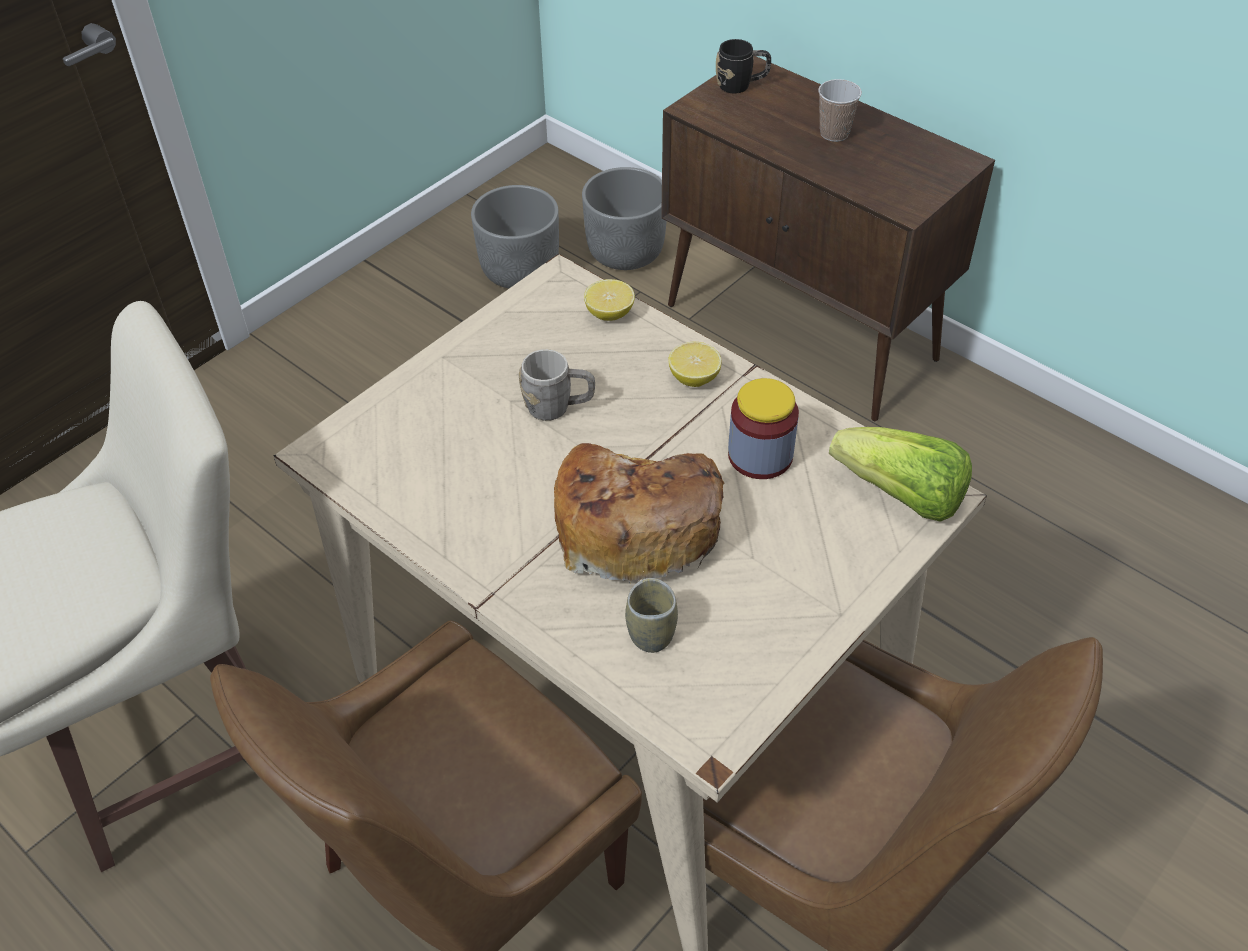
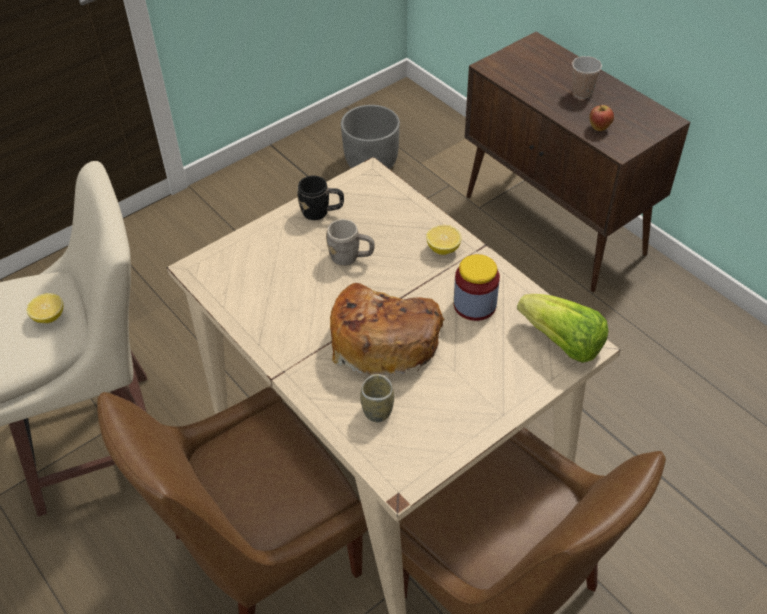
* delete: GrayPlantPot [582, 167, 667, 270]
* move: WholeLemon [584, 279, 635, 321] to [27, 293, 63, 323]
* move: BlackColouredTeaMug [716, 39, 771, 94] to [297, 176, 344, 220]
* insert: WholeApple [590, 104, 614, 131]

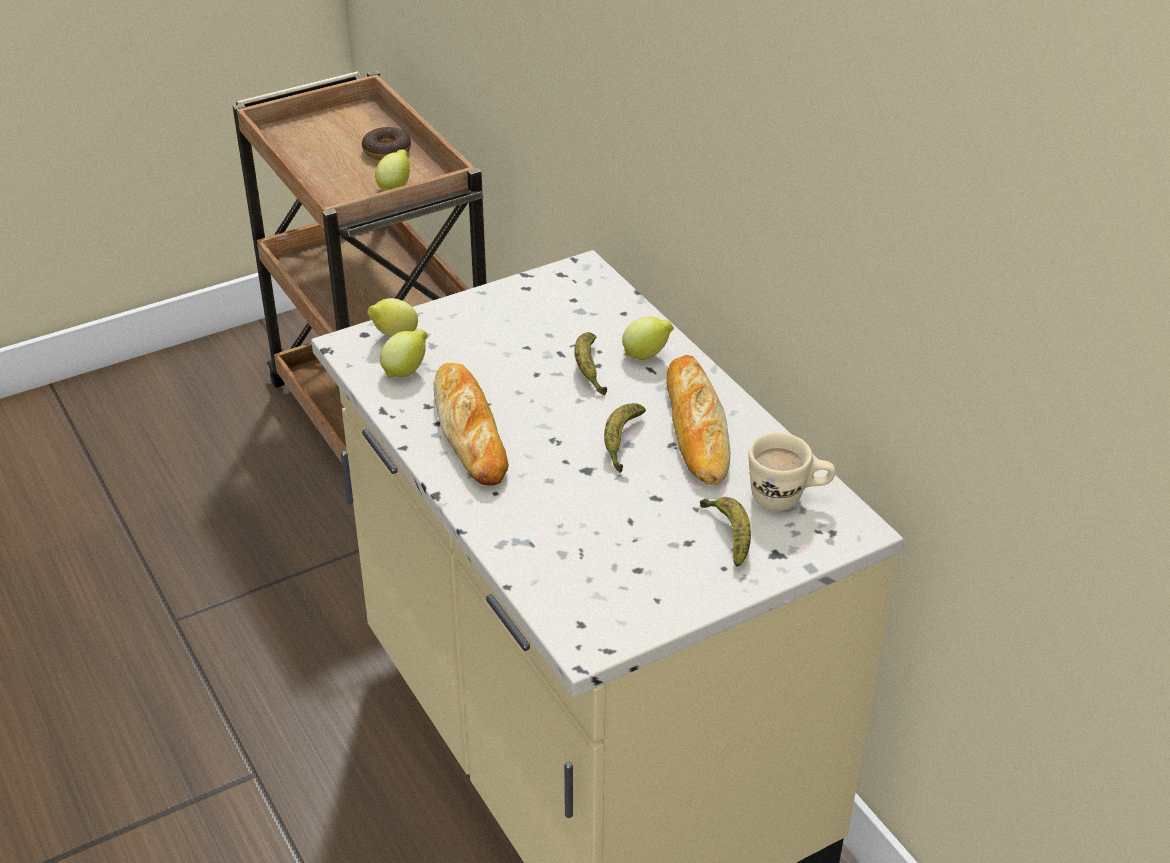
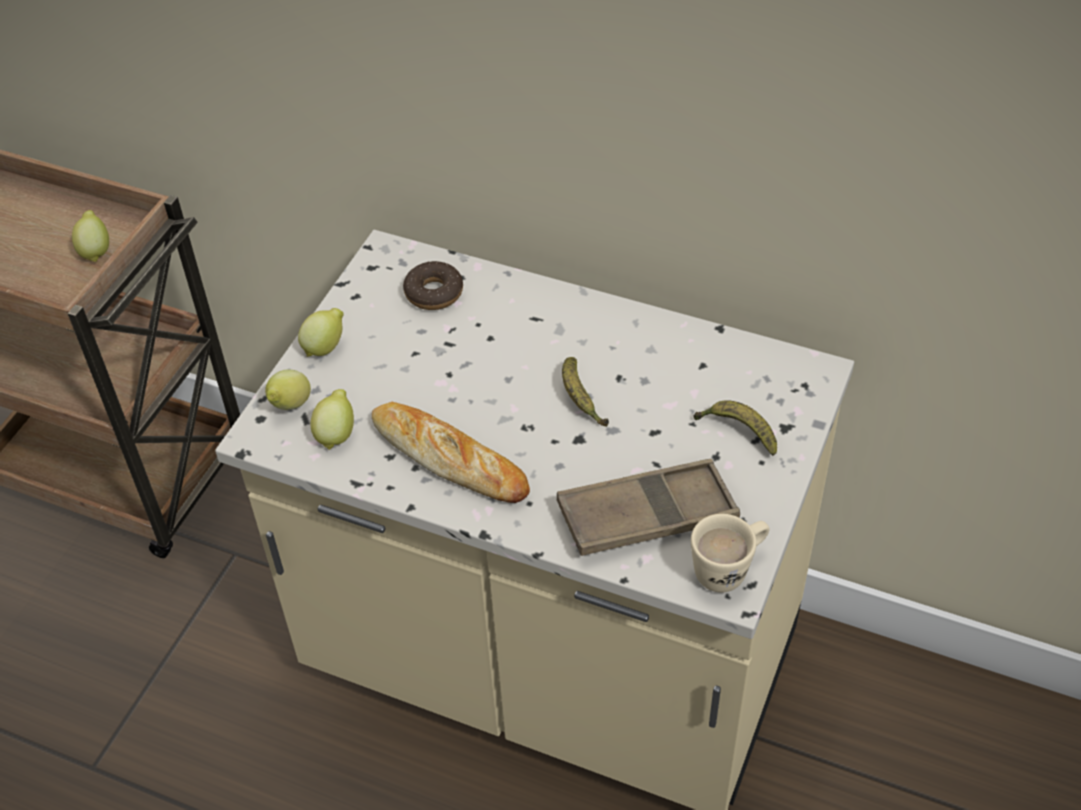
* move: RingDoughnut [362, 127, 411, 160] to [403, 261, 463, 310]
* delete: WholeBanana [574, 332, 607, 396]
* move: WholeLemon [622, 316, 674, 360] to [298, 308, 344, 357]
* delete: Bread [666, 355, 730, 485]
* move: BeigeTeaMug [748, 433, 835, 511] to [691, 514, 769, 593]
* insert: BrownColouredTray [557, 459, 740, 556]

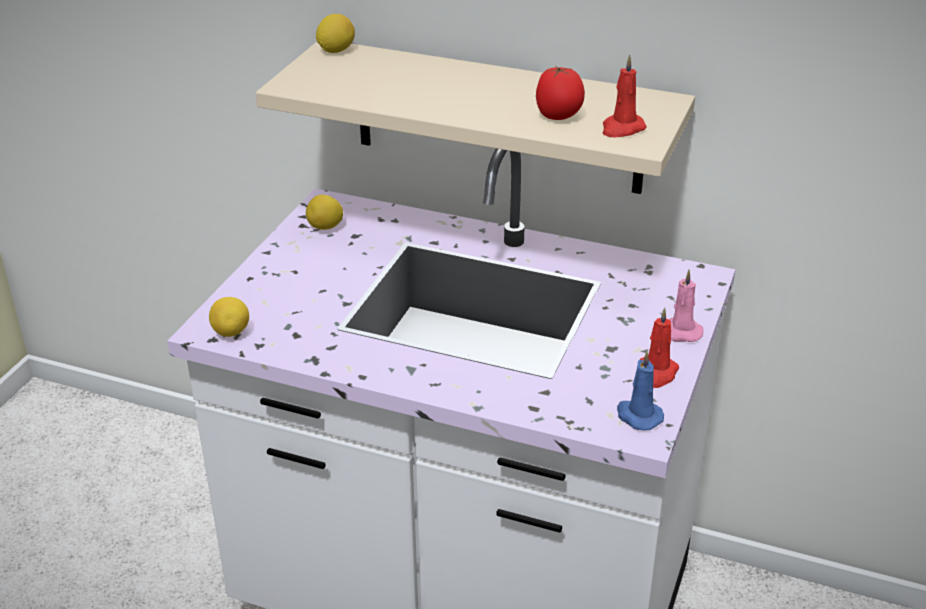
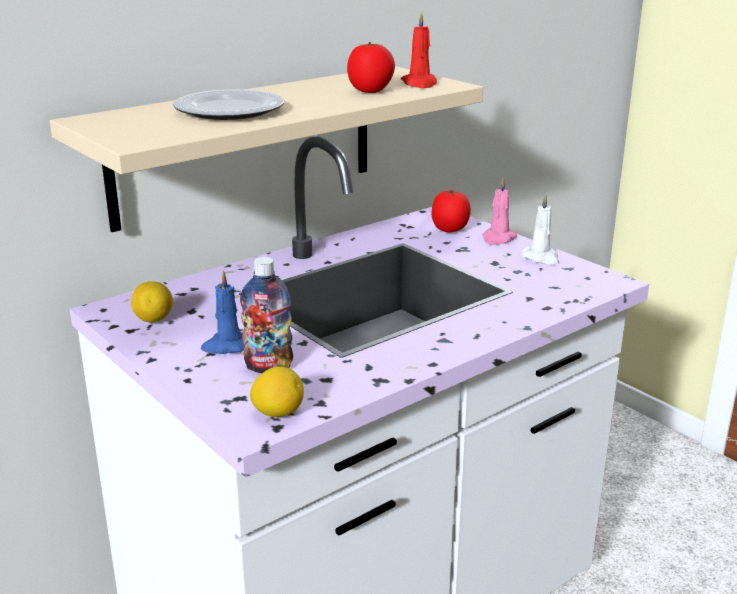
* delete: WholeLemon [316, 14, 355, 53]
* move: BluishCandle [617, 351, 664, 431] to [201, 270, 245, 354]
* recolor: ReddishCandle [640, 307, 679, 388] to WhitishCandle [521, 194, 559, 265]
* insert: DinnerPlate [173, 89, 284, 120]
* insert: Bottle [240, 257, 293, 373]
* insert: WholeTomato [431, 190, 471, 232]

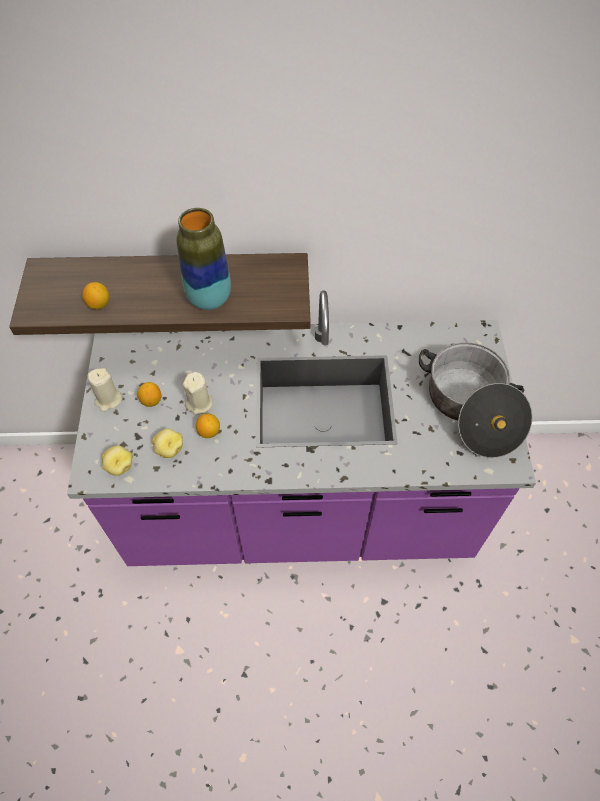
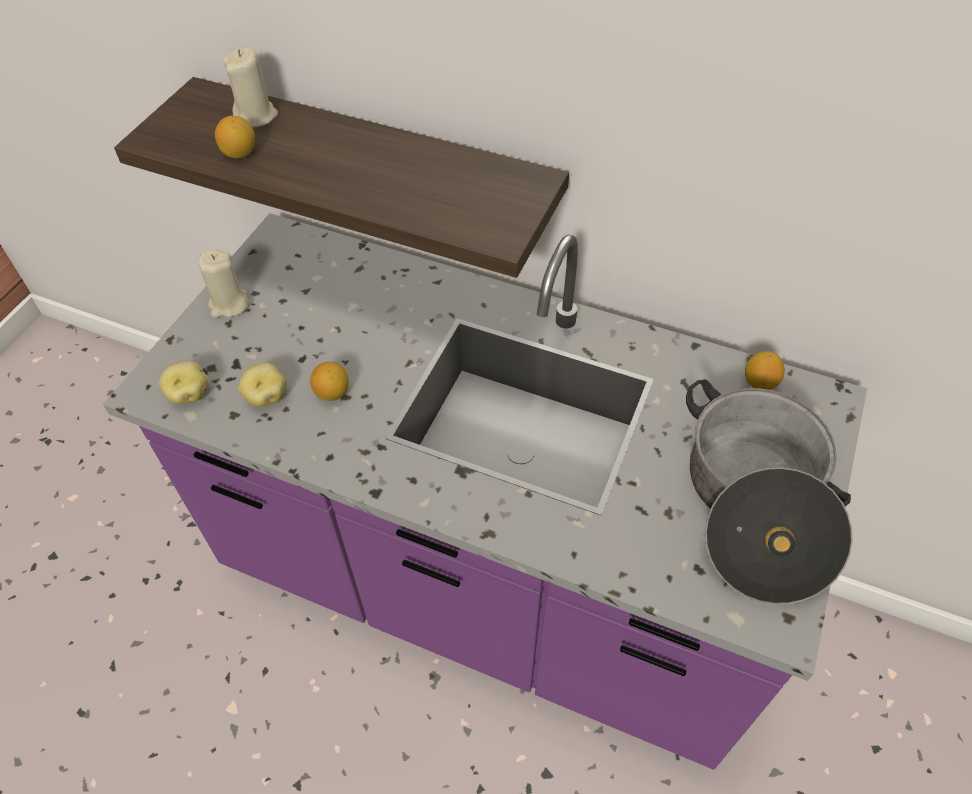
* move: WholeLemon [137, 382, 162, 407] to [745, 351, 785, 390]
* delete: FlowerVase [177, 208, 231, 310]
* move: BeigeCandle [183, 372, 213, 415] to [223, 48, 278, 127]

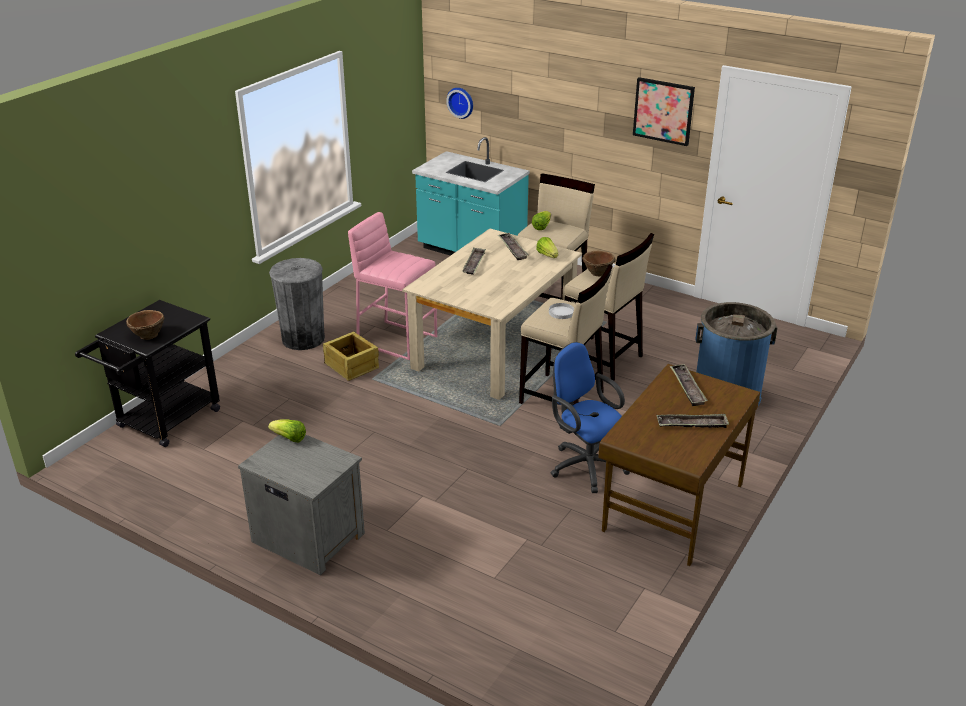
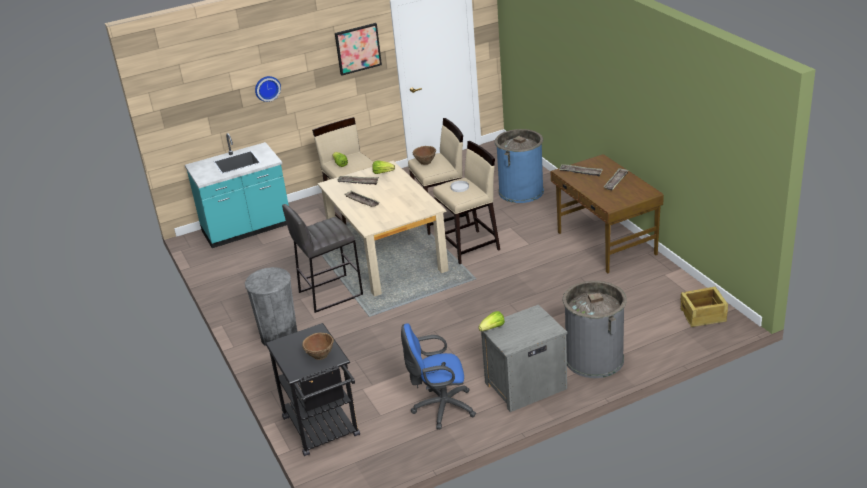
* move: PackingCrate [323, 332, 379, 381] to [681, 287, 728, 327]
* recolor: PinkColouredStool [348, 212, 437, 360] to GrayStool [282, 204, 363, 313]
* move: WallClock [446, 88, 473, 119] to [255, 76, 281, 102]
* move: BluishOfficeChair [551, 342, 630, 493] to [401, 323, 476, 429]
* insert: GrayRubbishBin [563, 281, 627, 378]

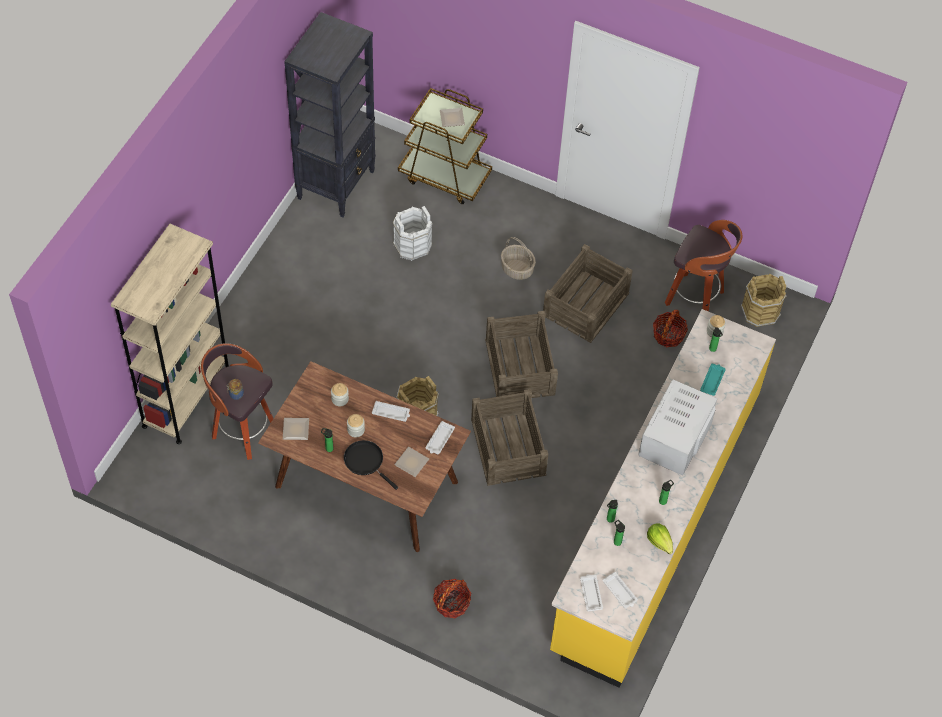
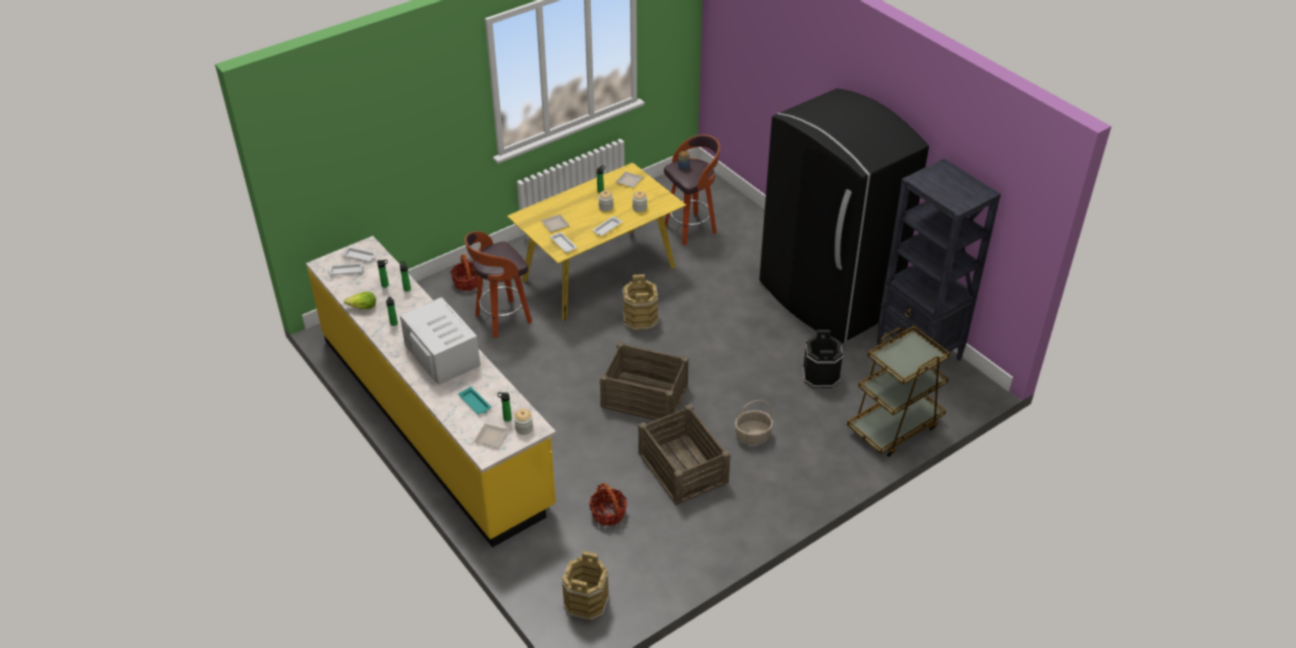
* delete: BeigeBookshelf [111, 224, 229, 444]
* recolor: BrownColouredDinnerTable [258, 361, 471, 552] to YellowishDinnerTable [507, 163, 686, 321]
* delete: BlackColouredPan [344, 440, 398, 490]
* recolor: WhitishBucket [392, 206, 433, 261] to BlackColouredBucket [803, 330, 844, 389]
* move: DinnerPlate [440, 108, 465, 127] to [474, 423, 509, 448]
* delete: PackingCrate [471, 389, 548, 486]
* move: Stool [665, 220, 742, 312] to [464, 231, 532, 338]
* insert: BlackColouredFridge [759, 88, 929, 344]

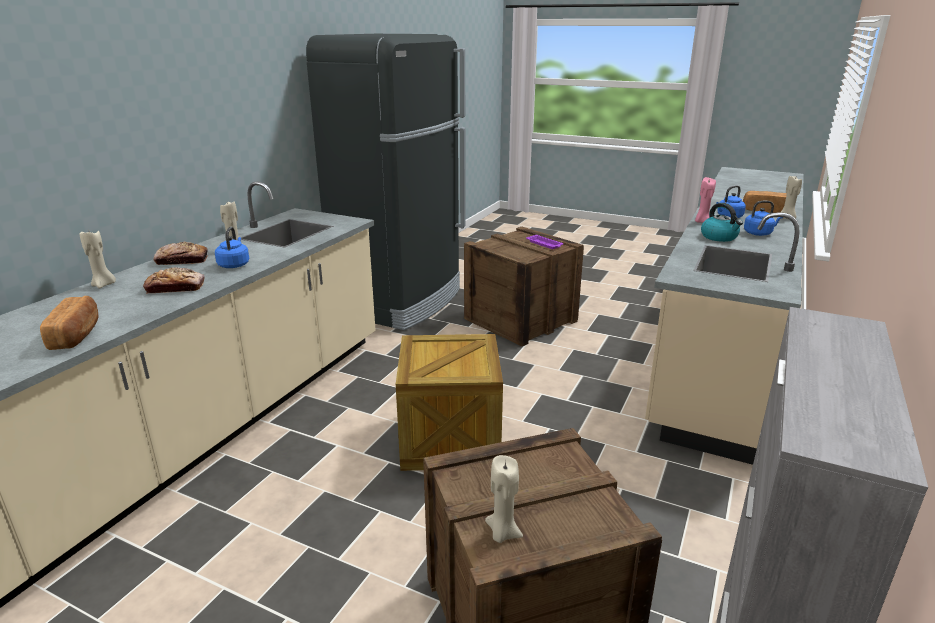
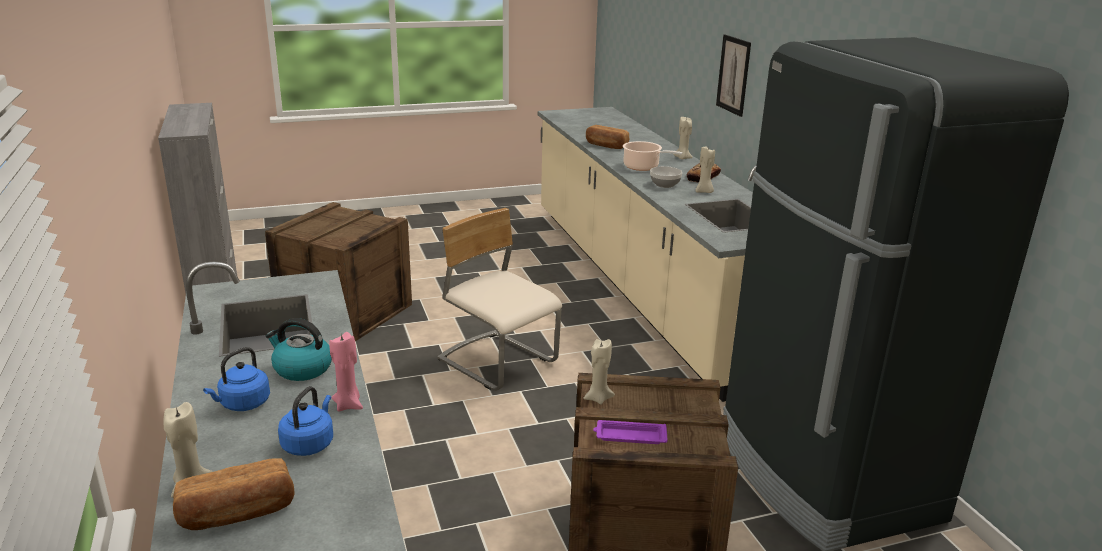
* replace: Bread [143, 267, 205, 293] to CookingPot [623, 141, 683, 171]
* replace: BluishTeaKettle [215, 227, 249, 268] to Bowl [650, 166, 682, 188]
* replace: PackingCrate [396, 334, 503, 471] to BeigeChair [437, 208, 562, 391]
* move: BeigeCandle [485, 455, 523, 543] to [583, 339, 615, 404]
* insert: WallArt [716, 35, 751, 117]

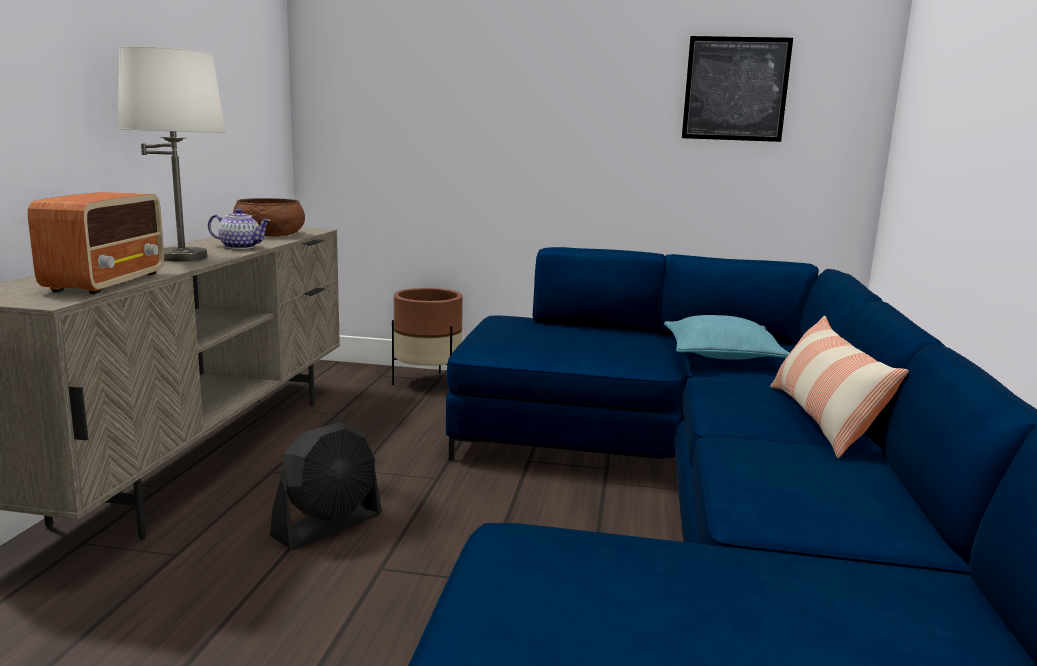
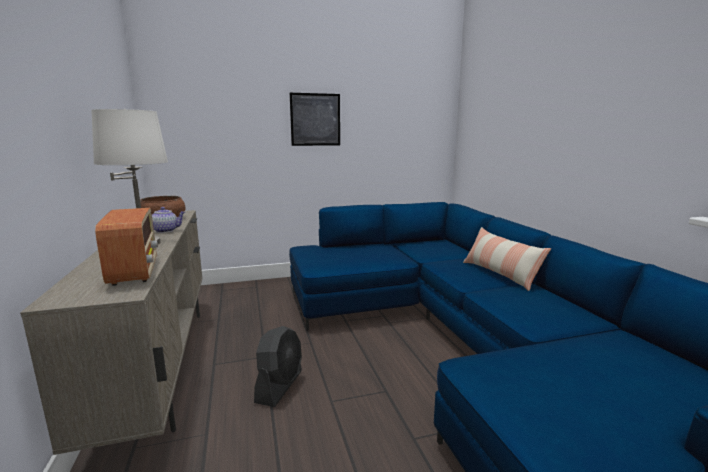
* delete: BrownColouredPlantPot [392, 288, 463, 392]
* delete: TurquoiseCushion [664, 315, 790, 360]
* move: WallArt [682, 36, 793, 142] to [290, 93, 340, 146]

